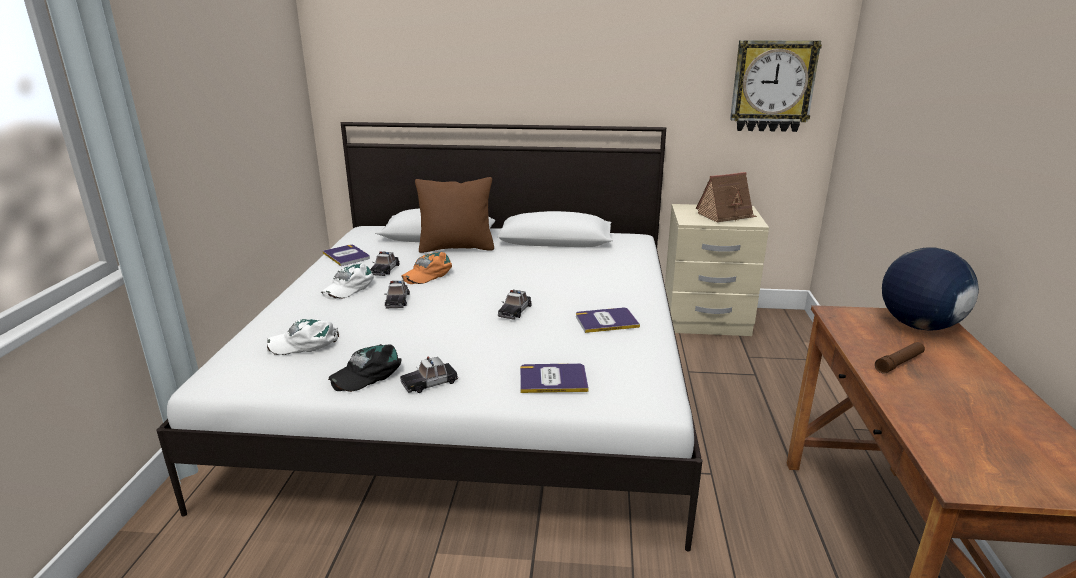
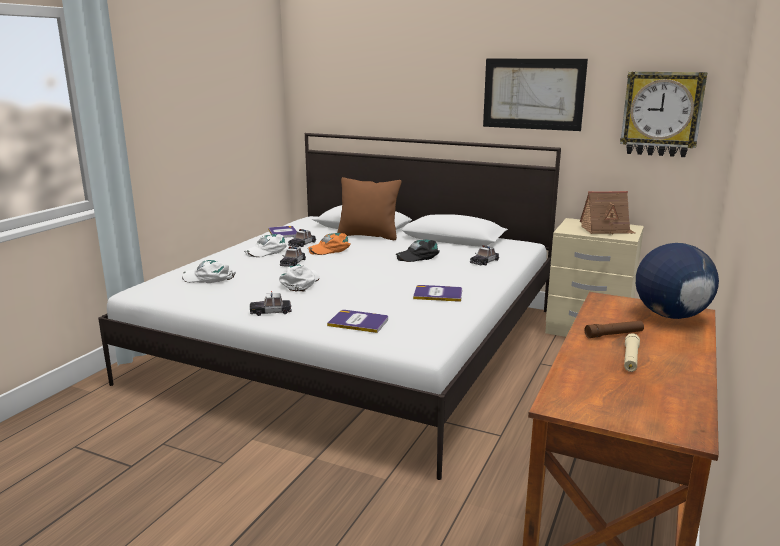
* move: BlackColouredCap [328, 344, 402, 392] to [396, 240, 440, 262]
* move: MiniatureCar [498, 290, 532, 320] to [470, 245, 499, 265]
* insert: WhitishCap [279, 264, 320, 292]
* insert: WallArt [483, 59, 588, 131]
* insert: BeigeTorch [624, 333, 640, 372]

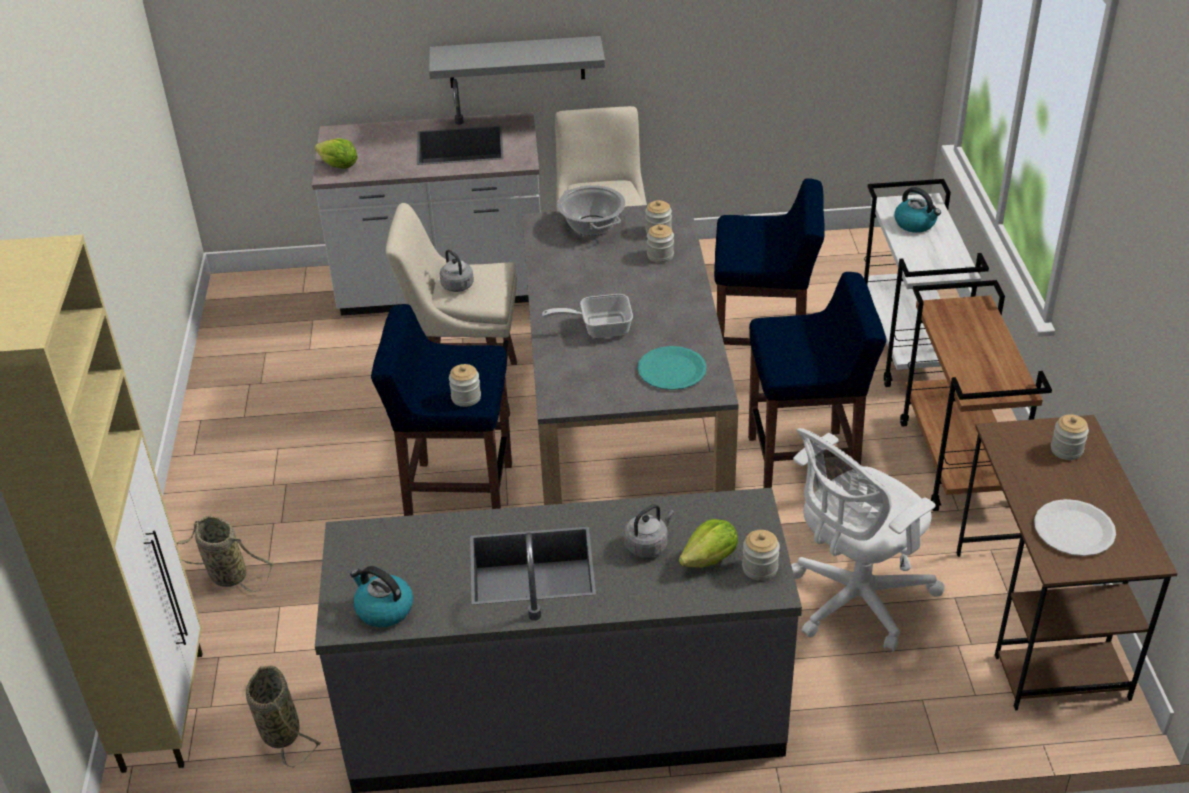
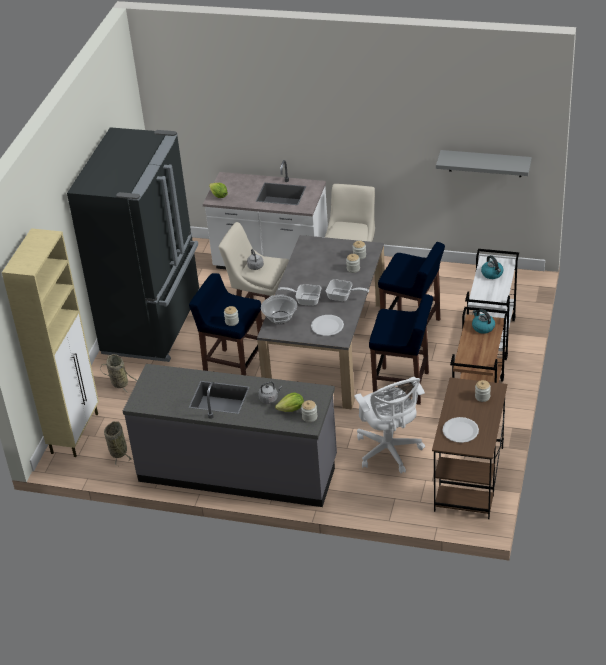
* move: TeaKettle [350, 566, 413, 627] to [472, 309, 495, 334]
* move: GrayShelf [429, 36, 605, 88] to [436, 150, 532, 177]
* move: CookingPot [557, 185, 625, 236] to [261, 294, 297, 324]
* recolor: TurquoiseDinnerPlate [637, 346, 707, 390] to WhitishDinnerPlate [311, 315, 344, 336]
* rotate: WhitishOfficeChair [791, 428, 945, 652] = [354, 377, 425, 474] 90 degrees counterclockwise
* insert: BlackColouredFridge [67, 127, 199, 362]
* insert: Pan [326, 279, 369, 301]

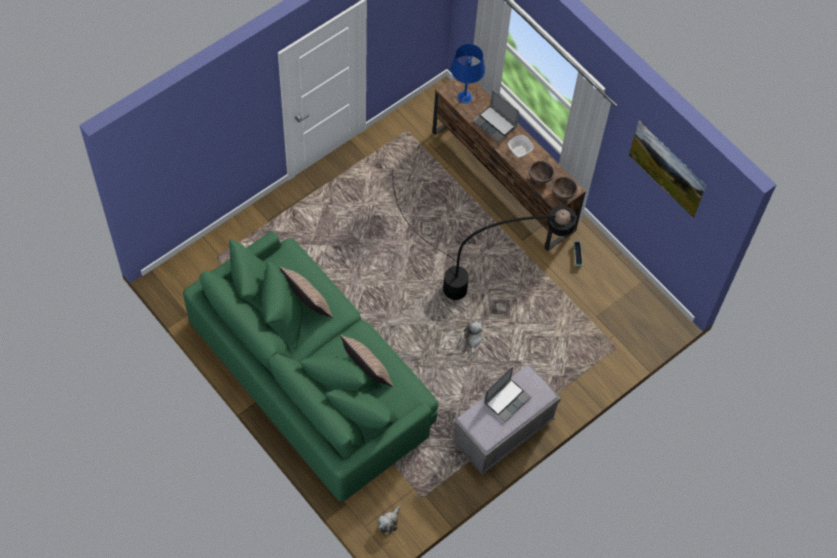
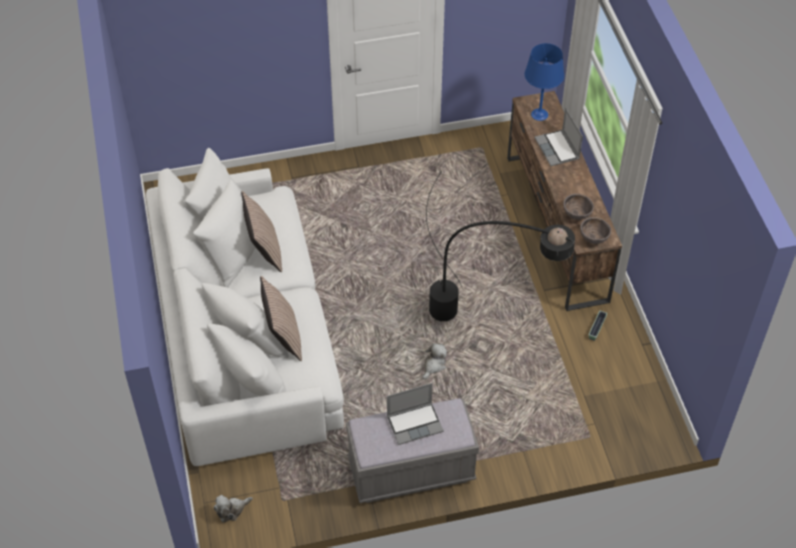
* recolor: GreenSettee [183, 231, 438, 502] to WhitishSettee [146, 148, 344, 466]
* delete: Bowl [508, 135, 534, 158]
* delete: WallArt [629, 121, 706, 218]

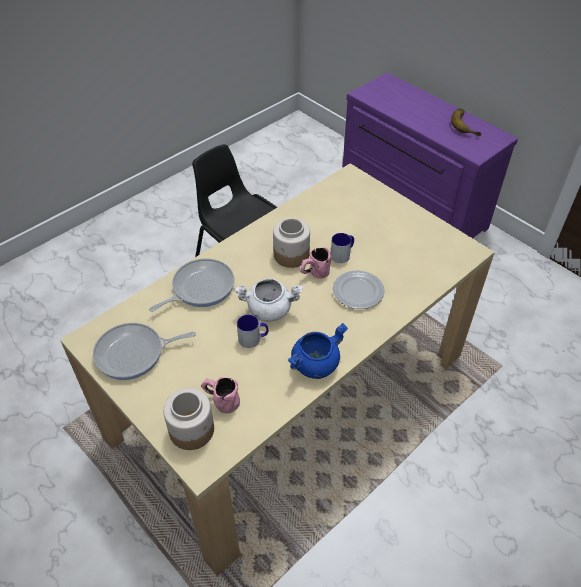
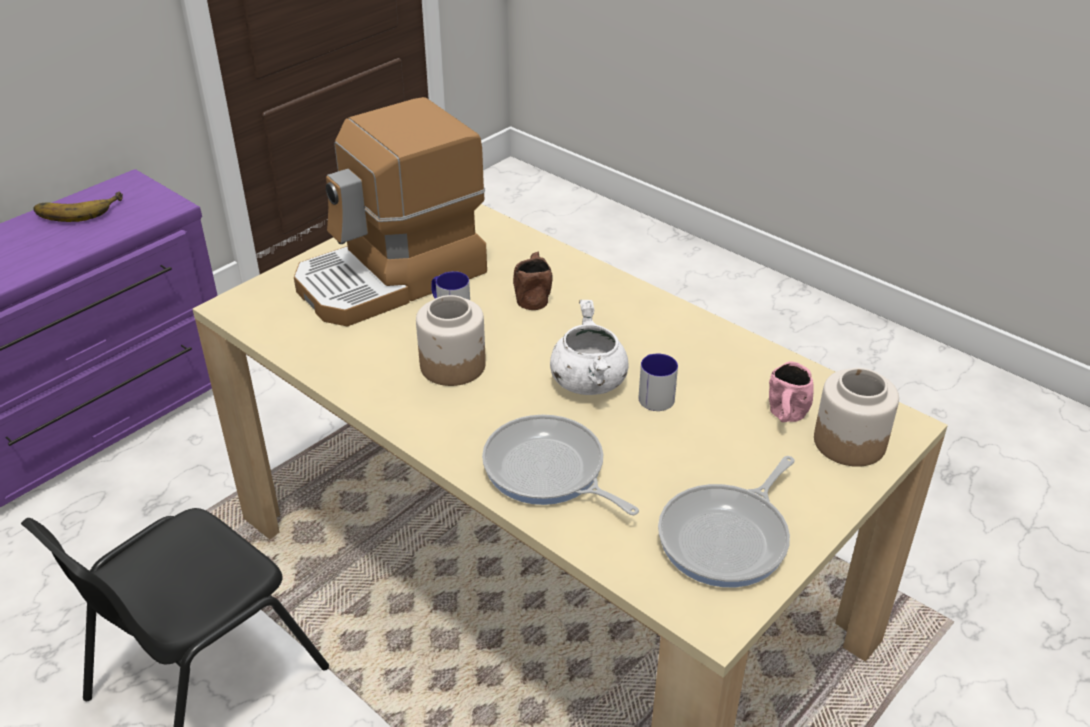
* rotate: Pan [93, 323, 196, 380] = [658, 456, 795, 588] 60 degrees clockwise
* delete: BluishCookingPot [288, 323, 348, 379]
* delete: PinkColouredTeaMug [300, 247, 332, 279]
* replace: DinnerPlate [333, 270, 385, 309] to BrownColouredTeaMug [513, 251, 553, 310]
* insert: CoffeeMachine [294, 97, 487, 326]

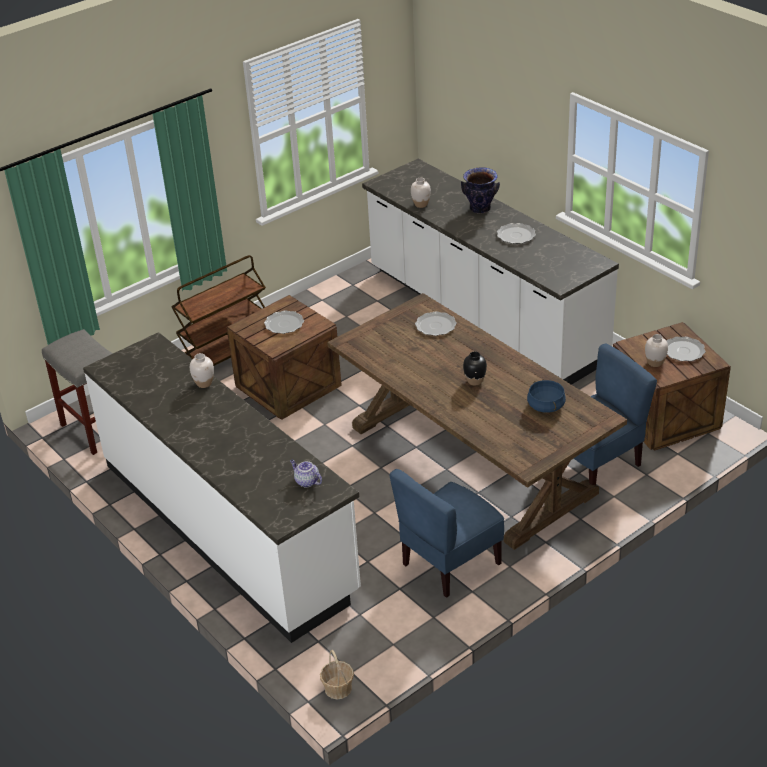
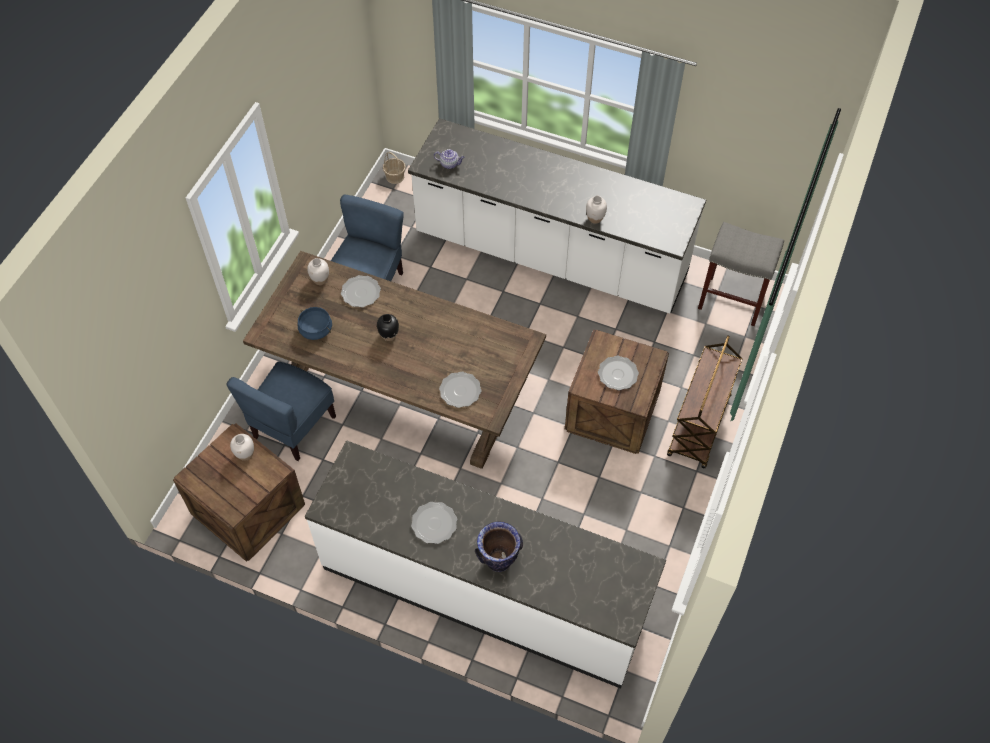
* move: WhitishFlowerVase [411, 178, 431, 208] to [307, 258, 329, 285]
* move: DinnerPlate [667, 337, 706, 361] to [341, 275, 381, 307]

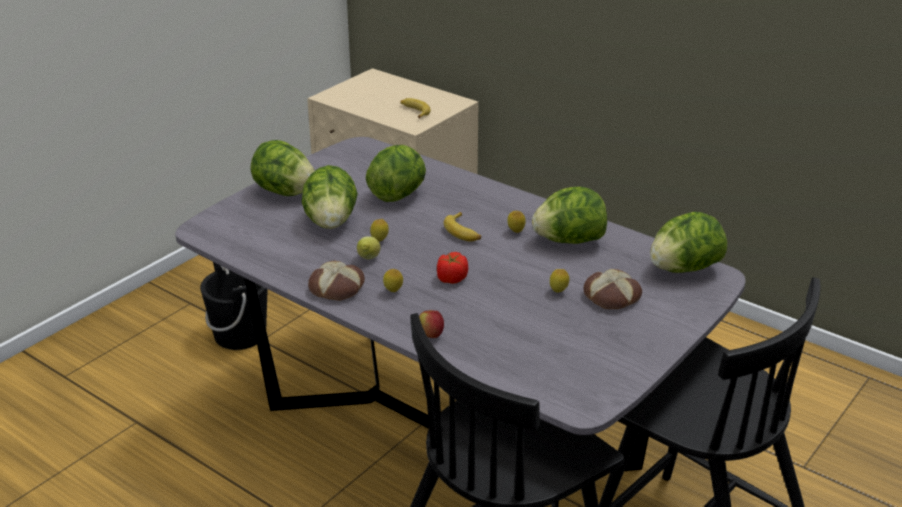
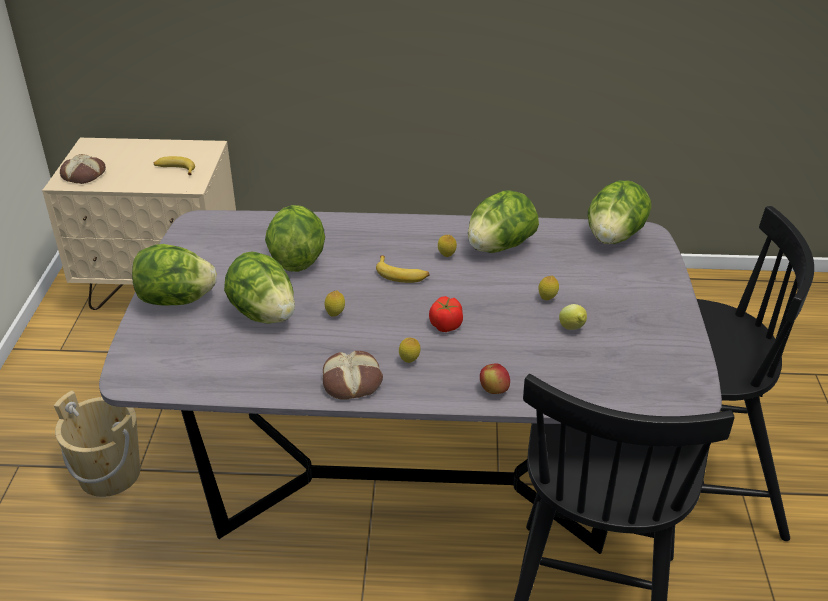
* recolor: BlackColouredBucket [200, 262, 268, 350] to BeigeBucket [54, 391, 140, 497]
* move: WholeLemon [357, 236, 380, 259] to [559, 304, 587, 330]
* move: Bread [584, 269, 642, 309] to [60, 154, 106, 184]

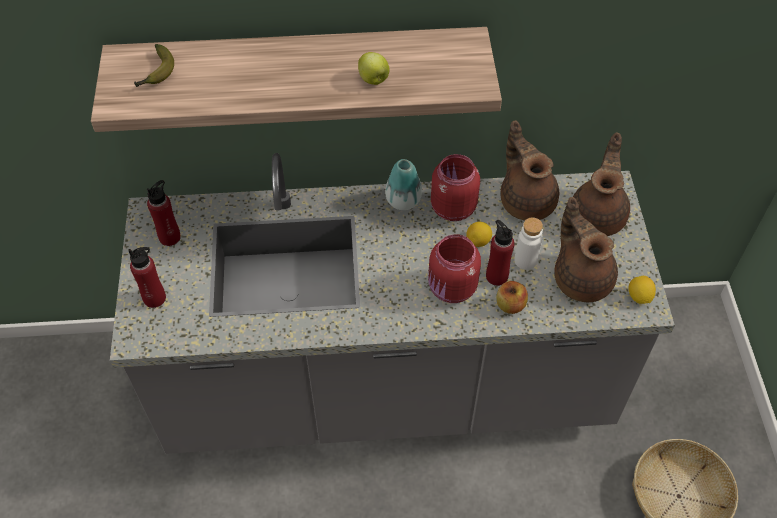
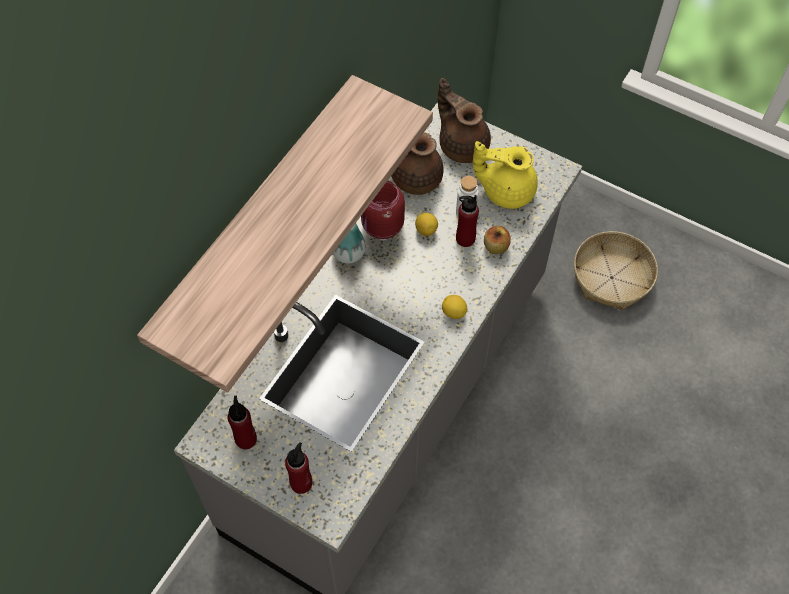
* delete: WholeBanana [134, 44, 174, 87]
* delete: WholeApple [358, 52, 390, 85]
* delete: ReddishJar [428, 234, 481, 303]
* recolor: BrownColouredTeaPot [554, 197, 618, 302] to YellowishTeaPot [473, 141, 538, 209]
* move: WholeLemon [628, 276, 656, 304] to [442, 295, 467, 319]

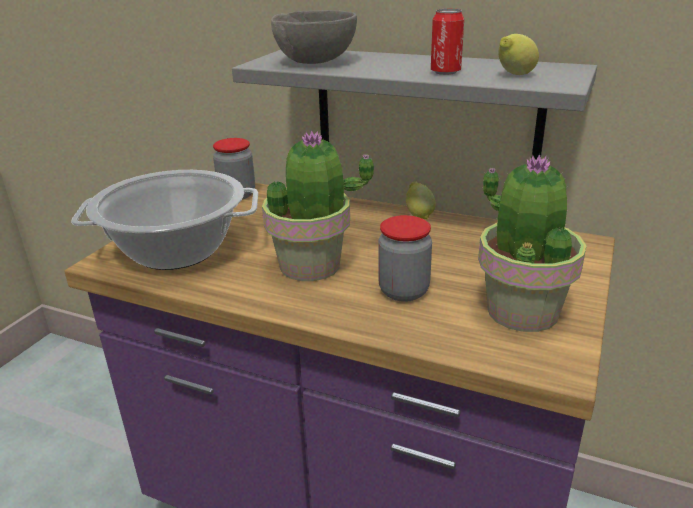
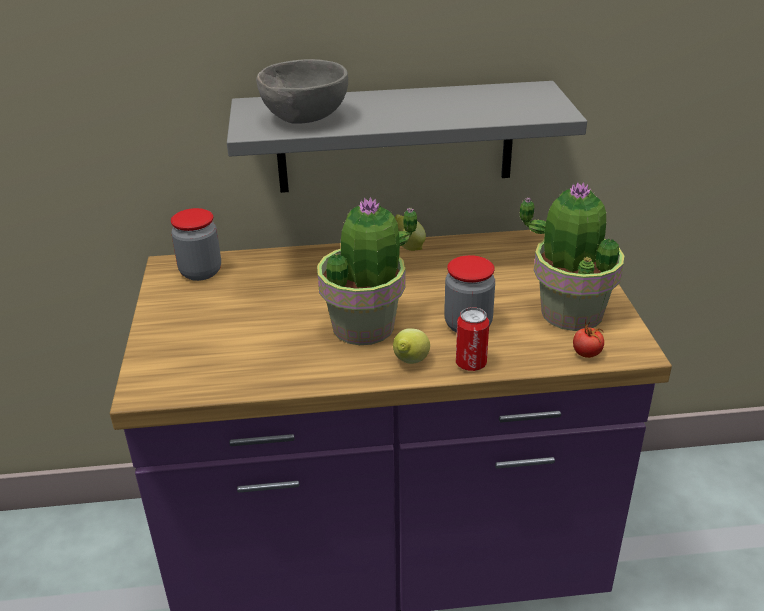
* delete: CookingPot [71, 170, 258, 270]
* move: SealedCan [431, 9, 464, 75] to [456, 307, 489, 371]
* move: WholeLemon [498, 34, 539, 75] to [393, 328, 430, 364]
* insert: WholeTomato [573, 319, 604, 358]

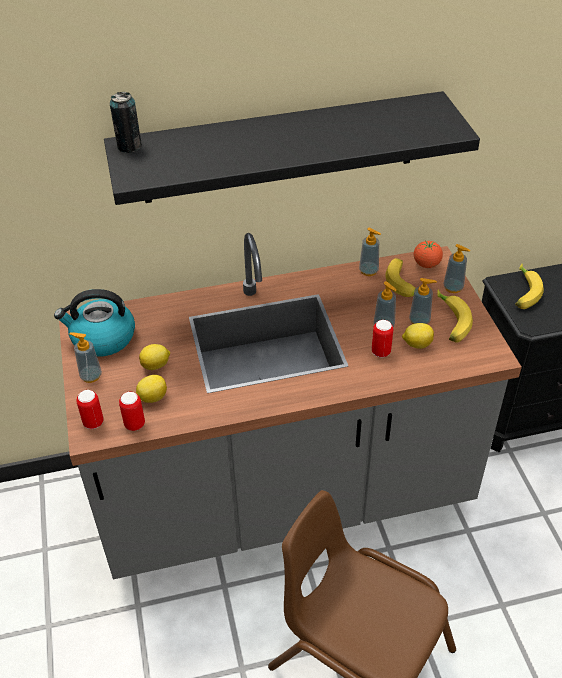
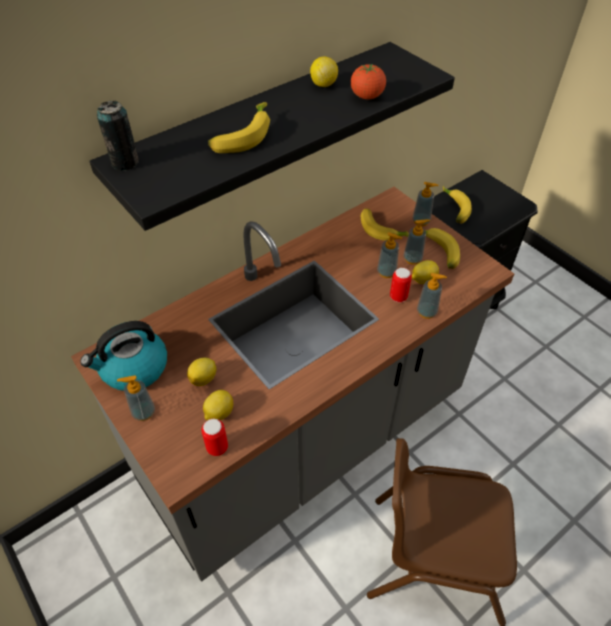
* delete: SealedCan [76, 390, 104, 429]
* move: SoapDispenser [359, 228, 381, 276] to [417, 273, 447, 319]
* move: WholeTomato [414, 241, 443, 268] to [351, 64, 386, 99]
* insert: WholeBanana [208, 102, 270, 153]
* insert: WholeLemon [310, 57, 338, 87]

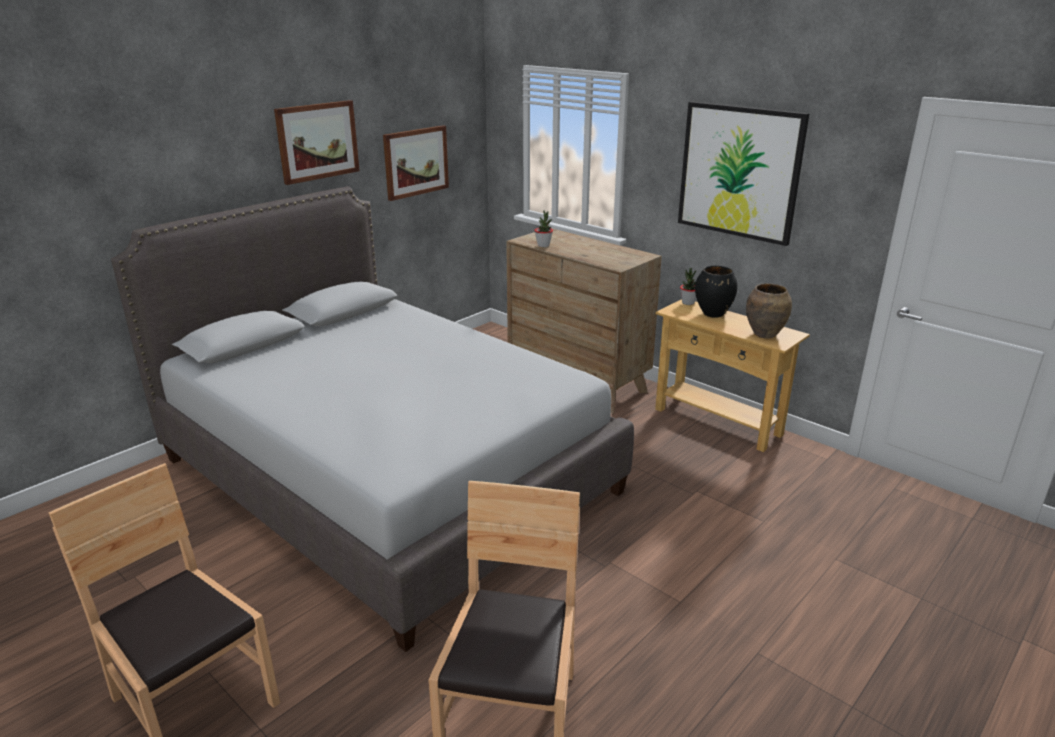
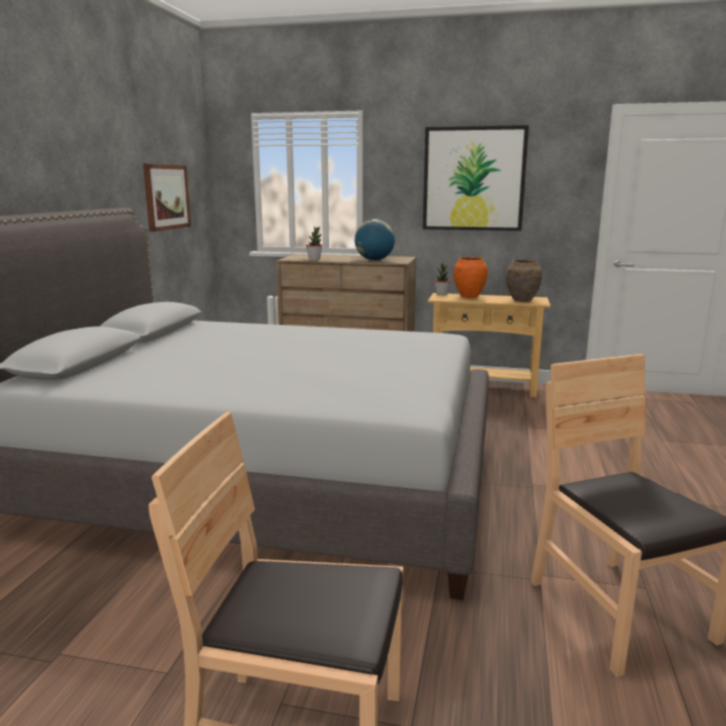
* delete: WallArt [274, 100, 360, 185]
* recolor: BlackColouredFlowerVase [695, 266, 738, 317] to OrangeColouredFlowerVase [453, 257, 488, 298]
* insert: Globe [355, 219, 395, 260]

